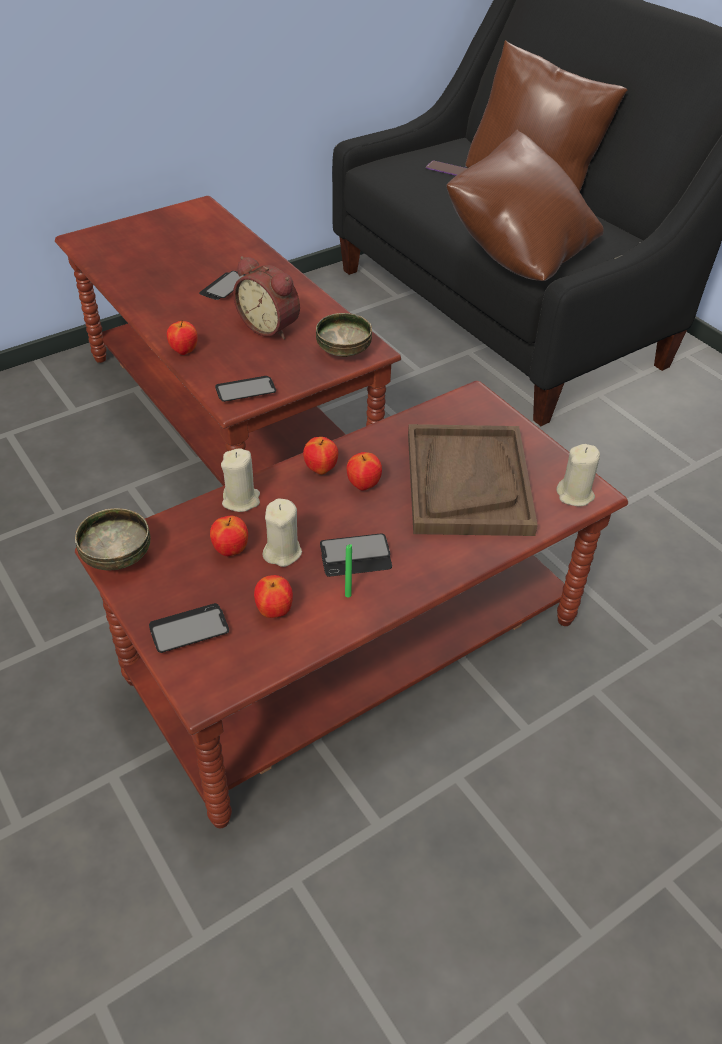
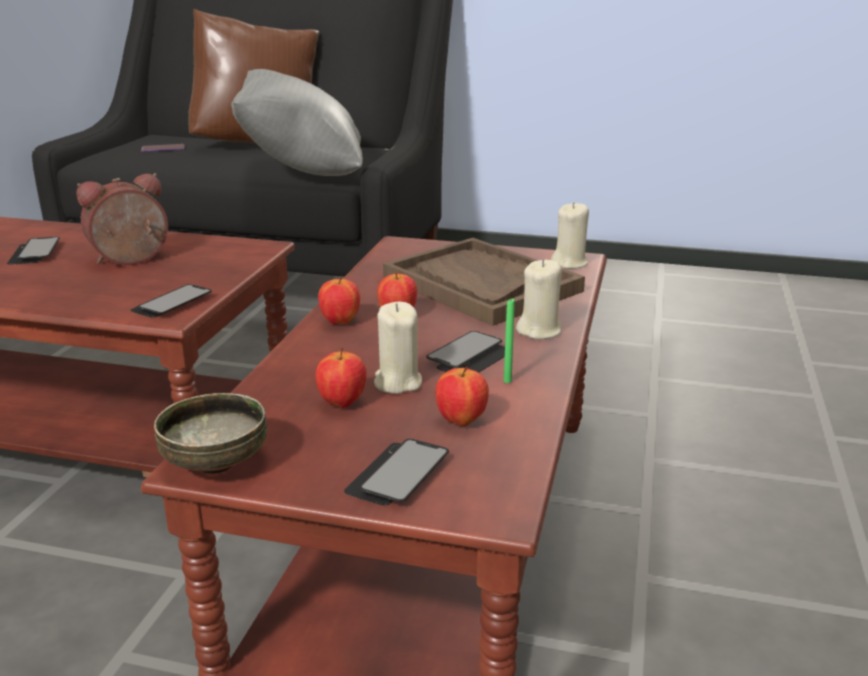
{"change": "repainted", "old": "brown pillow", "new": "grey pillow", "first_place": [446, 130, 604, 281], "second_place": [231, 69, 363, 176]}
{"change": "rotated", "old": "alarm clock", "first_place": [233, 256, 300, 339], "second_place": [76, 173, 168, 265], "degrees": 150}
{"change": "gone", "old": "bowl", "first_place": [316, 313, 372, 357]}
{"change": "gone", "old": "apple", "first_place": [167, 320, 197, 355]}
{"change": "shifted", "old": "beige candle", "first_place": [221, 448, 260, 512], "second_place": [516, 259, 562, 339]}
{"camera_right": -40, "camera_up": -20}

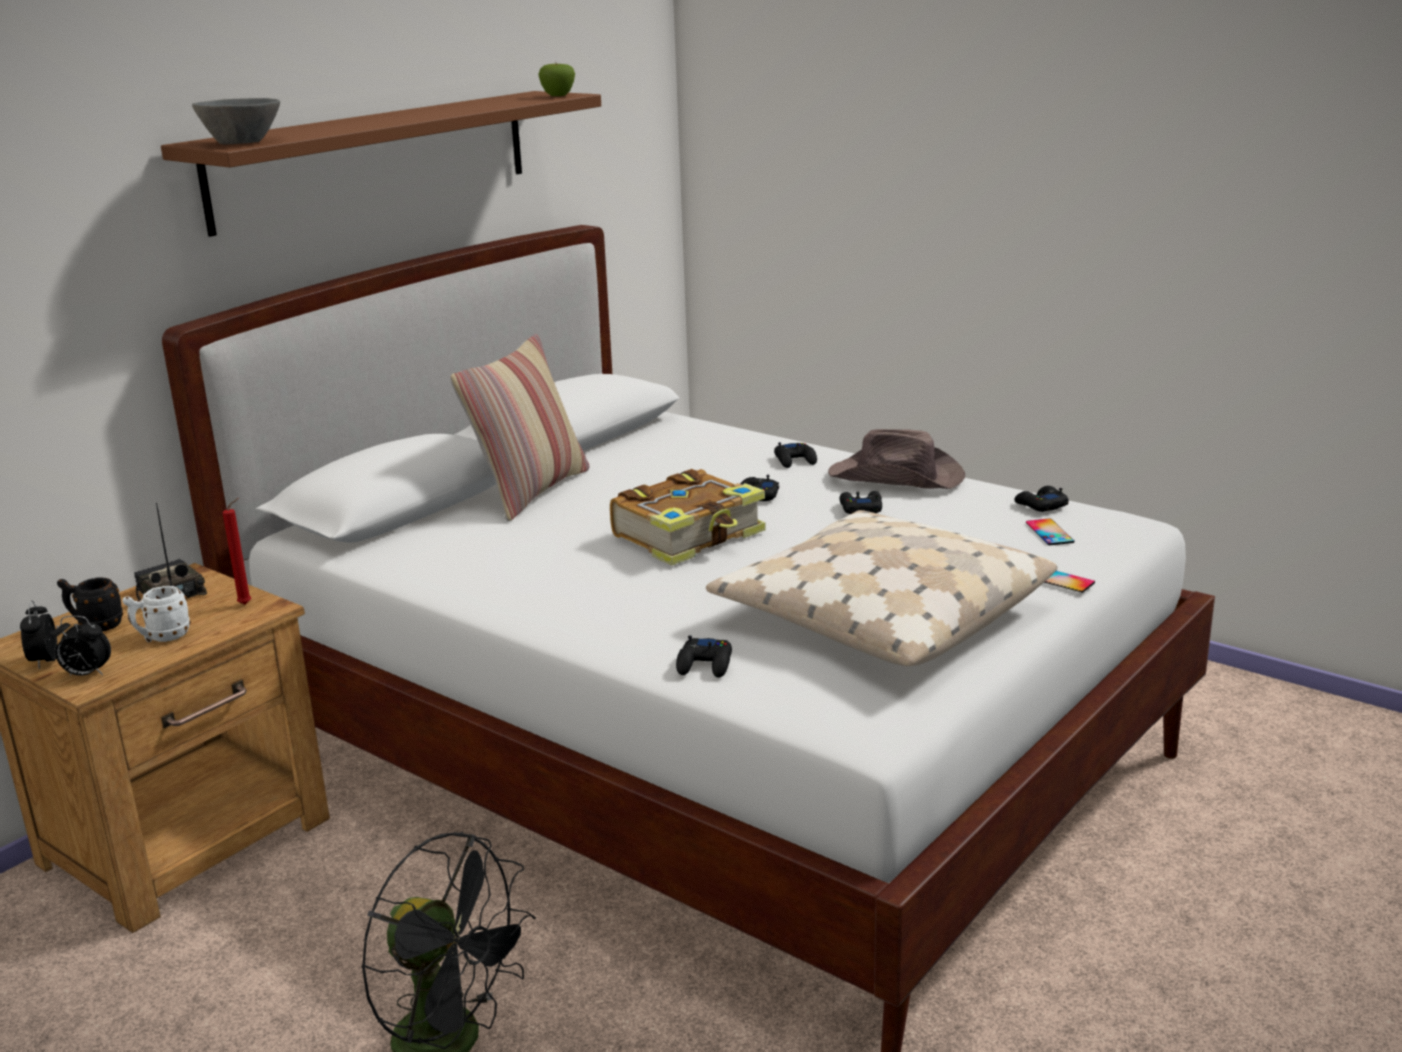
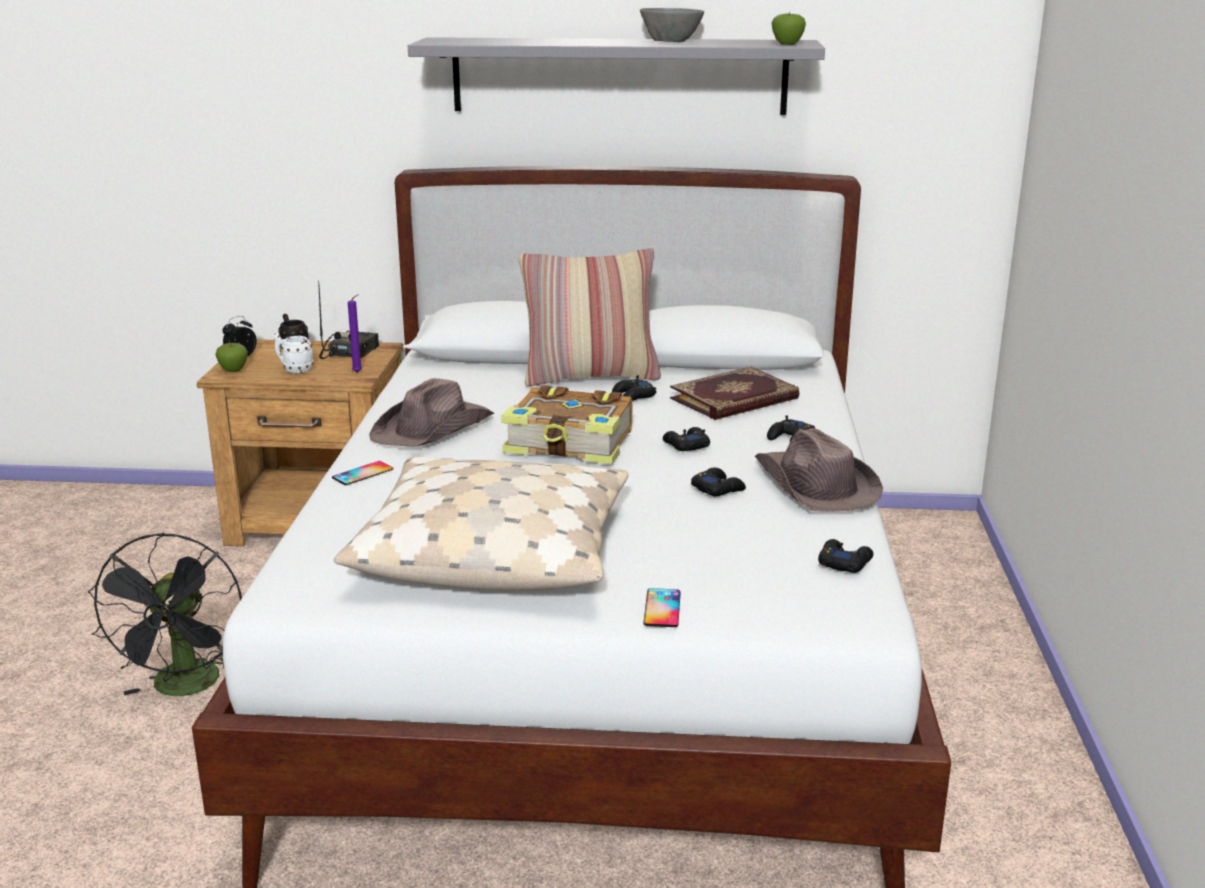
{"change": "repainted", "old": "brown shelf", "new": "grey shelf", "first_place": [161, 91, 601, 237], "second_place": [408, 37, 825, 115]}
{"change": "shifted", "old": "grey bowl", "first_place": [192, 98, 280, 145], "second_place": [640, 8, 704, 42]}
{"change": "repainted", "old": "red candle", "new": "purple candle", "first_place": [223, 498, 251, 605], "second_place": [348, 294, 362, 373]}
{"change": "shifted", "old": "phone", "first_place": [1026, 518, 1075, 545], "second_place": [332, 461, 393, 485]}
{"change": "swapped", "old": "alarm clock", "new": "apple", "first_place": [52, 616, 111, 676], "second_place": [215, 343, 248, 372]}
{"change": "shifted", "old": "black game controller", "first_place": [676, 635, 732, 678], "second_place": [612, 375, 657, 401]}
{"change": "new", "new": "book", "second_place": [670, 367, 799, 420]}
{"change": "new", "new": "brown hat", "second_place": [369, 378, 494, 447]}
{"camera_right": 55, "camera_up": 0}

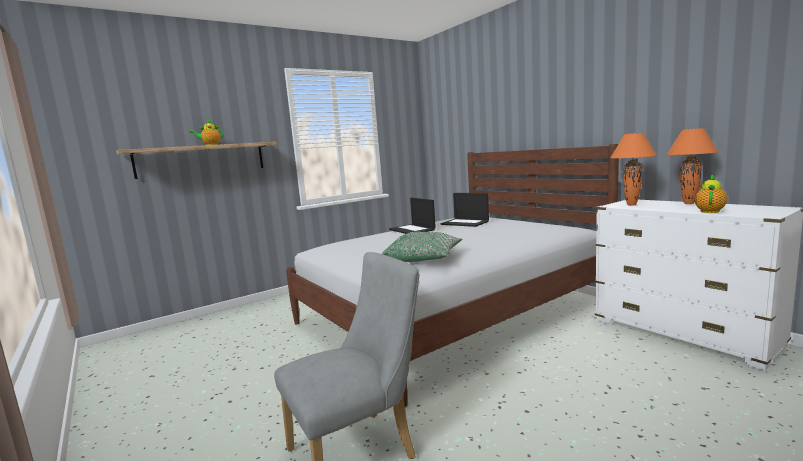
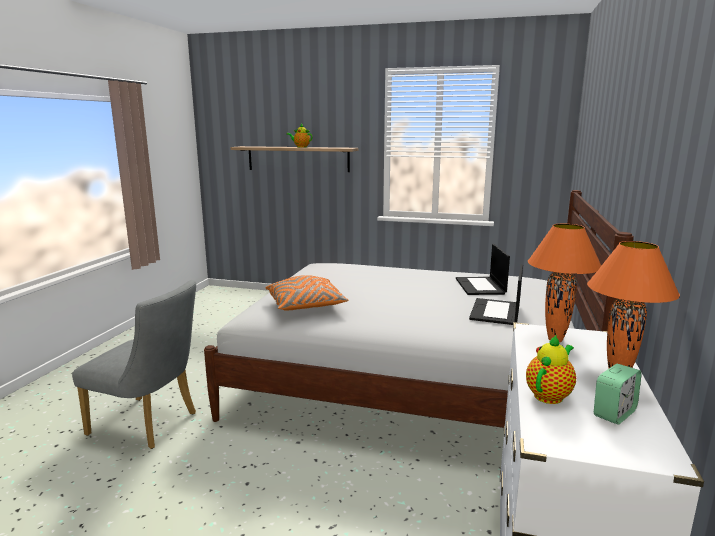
{"change": "rotated", "old": "teapot", "first_place": [695, 174, 727, 213], "second_place": [526, 334, 576, 404], "degrees": -45}
{"change": "shifted", "old": "laptop", "first_place": [389, 198, 436, 234], "second_place": [469, 264, 523, 325]}
{"change": "repainted", "old": "green pillow", "new": "orange pillow", "first_place": [382, 232, 463, 262], "second_place": [266, 275, 349, 311]}
{"change": "new", "new": "alarm clock", "second_place": [594, 364, 641, 425]}
{"camera_right": 50, "camera_up": 5}

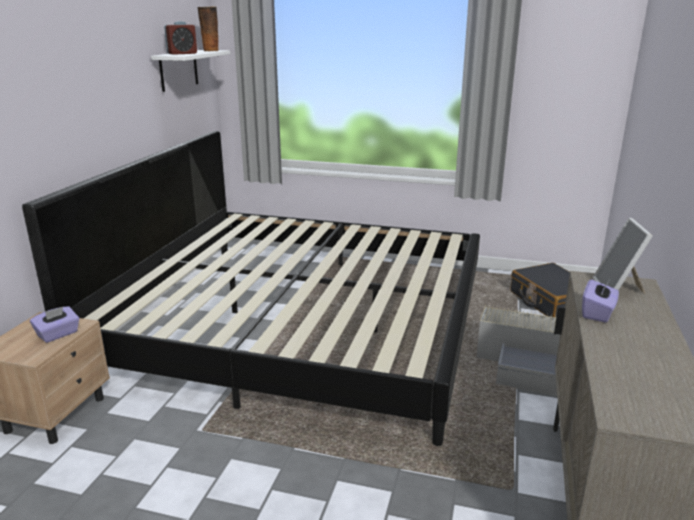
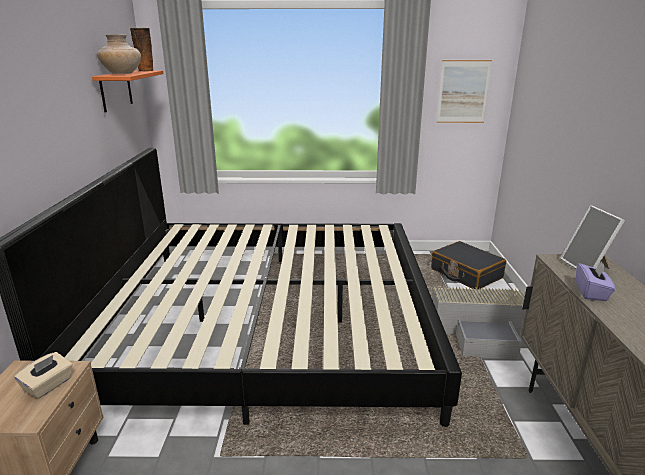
{"change": "swapped", "old": "alarm clock", "new": "beige vase", "first_place": [164, 21, 197, 55], "second_place": [97, 34, 141, 74]}
{"change": "repainted", "old": "white shelf", "new": "orange shelf", "first_place": [151, 50, 230, 92], "second_place": [92, 70, 163, 112]}
{"change": "repainted", "old": "purple tissue box", "new": "beige tissue box", "first_place": [30, 306, 80, 343], "second_place": [15, 352, 73, 399]}
{"change": "new", "new": "picture", "second_place": [437, 60, 492, 123]}
{"camera_right": -15, "camera_up": 0}

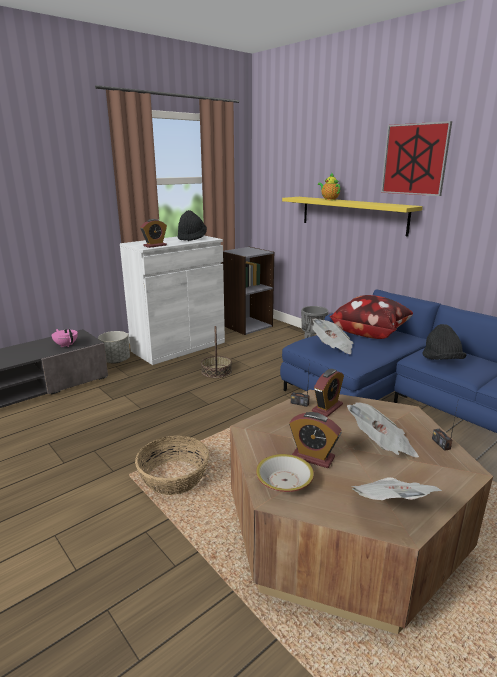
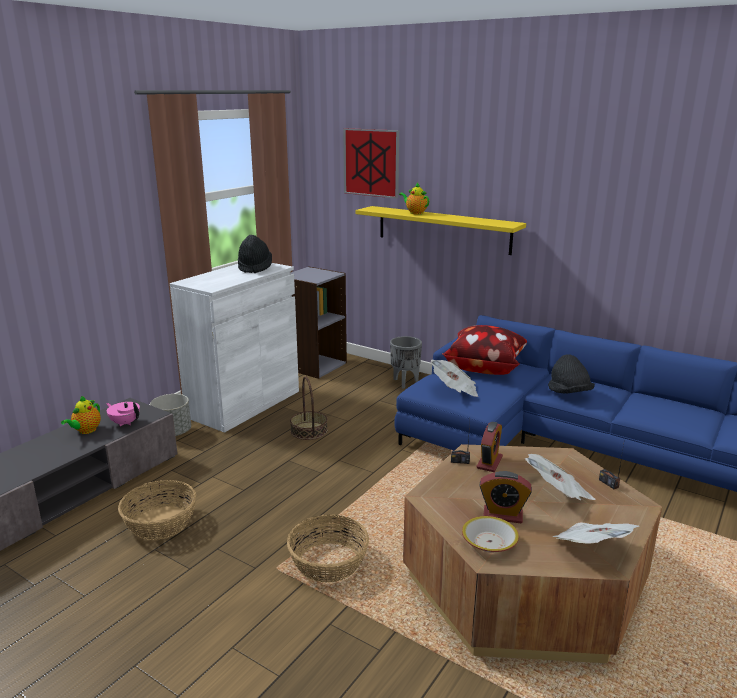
{"change": "shifted", "old": "picture", "first_place": [381, 121, 452, 196], "second_place": [343, 128, 399, 199]}
{"change": "gone", "old": "alarm clock", "first_place": [140, 219, 167, 248]}
{"change": "new", "new": "teapot", "second_place": [61, 396, 101, 434]}
{"change": "new", "new": "basket", "second_place": [118, 480, 196, 540]}
{"camera_right": -15, "camera_up": 0}

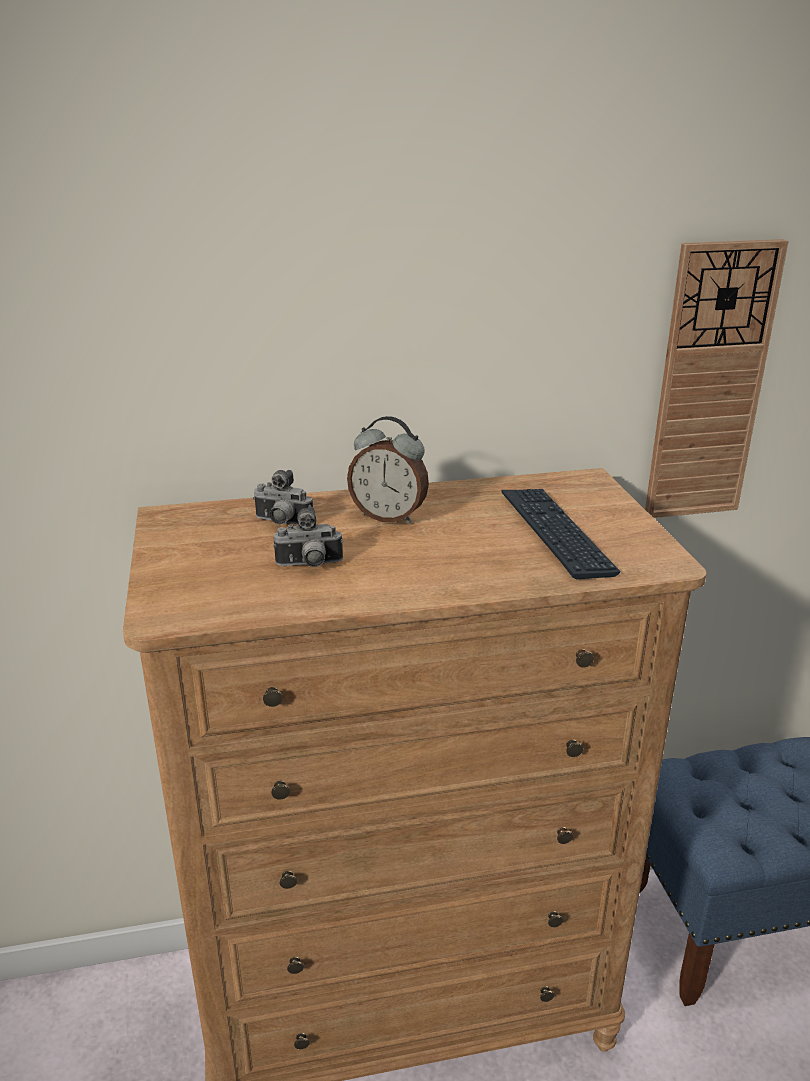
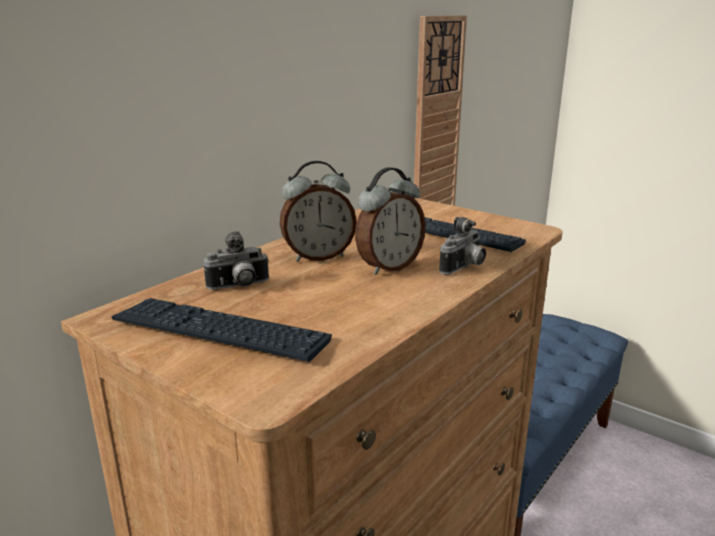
{"change": "shifted", "old": "photo camera", "first_place": [273, 507, 343, 567], "second_place": [439, 217, 486, 275]}
{"change": "new", "new": "alarm clock", "second_place": [355, 167, 426, 275]}
{"change": "new", "new": "keyboard", "second_place": [111, 298, 332, 362]}
{"camera_right": -40, "camera_up": -5}

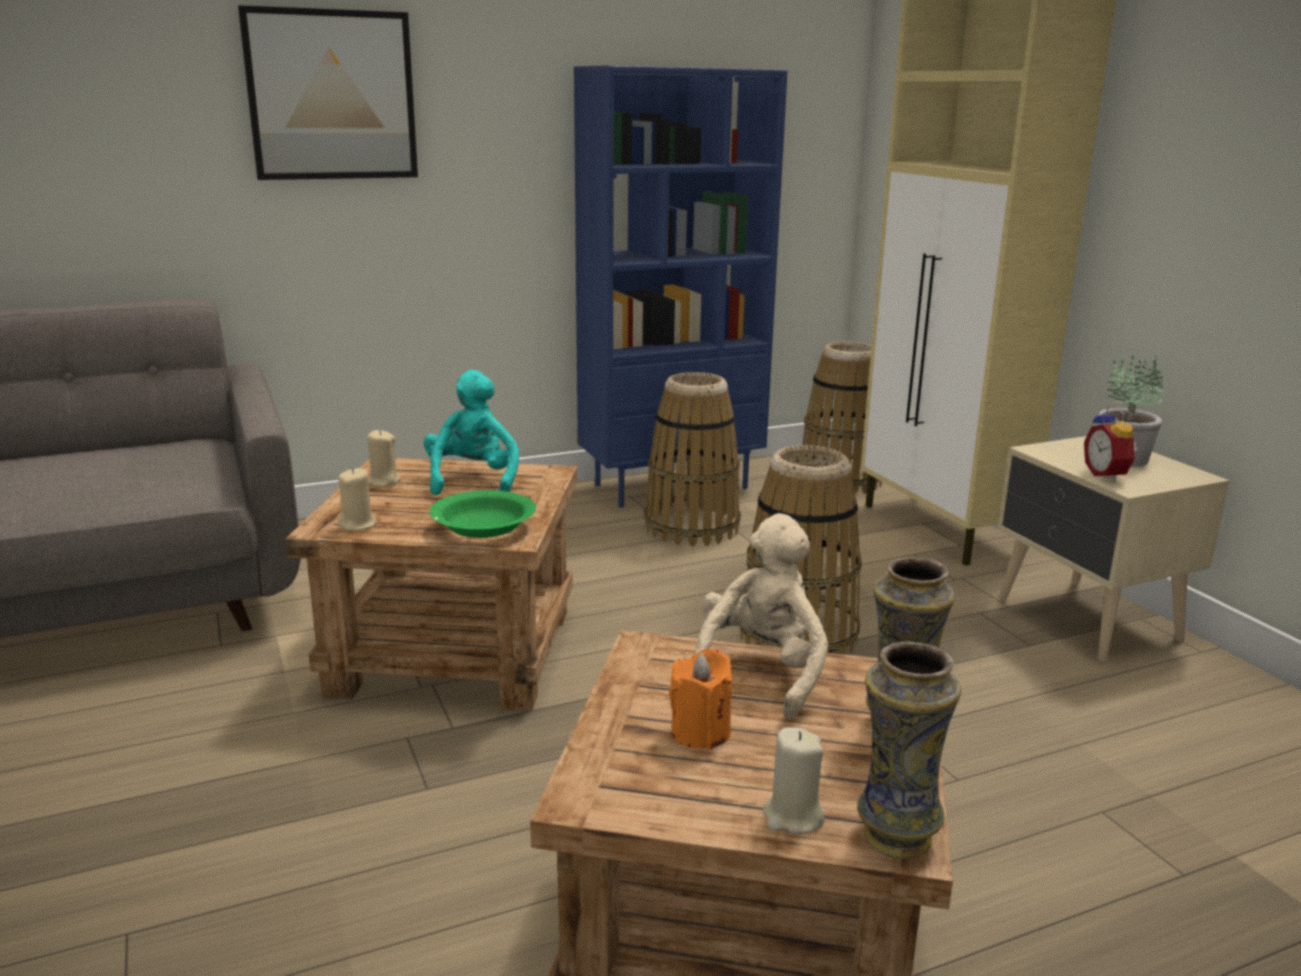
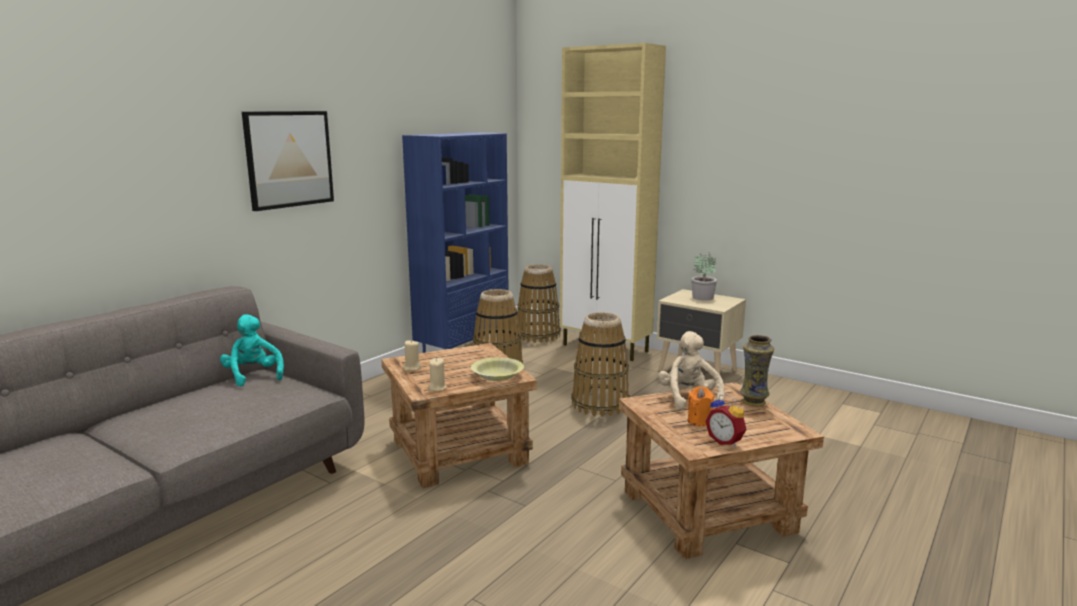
{"change": "shifted", "old": "turquoise plush toy", "first_place": [424, 370, 519, 495], "second_place": [220, 314, 284, 386]}
{"change": "shifted", "old": "alarm clock", "first_place": [1084, 406, 1138, 482], "second_place": [706, 395, 747, 447]}
{"change": "repainted", "old": "green bowl", "new": "yellow bowl", "first_place": [430, 490, 536, 538], "second_place": [471, 357, 524, 381]}
{"change": "gone", "old": "vase", "first_place": [857, 641, 961, 859]}
{"change": "gone", "old": "beige candle", "first_place": [763, 727, 825, 834]}
{"camera_right": -30, "camera_up": -5}

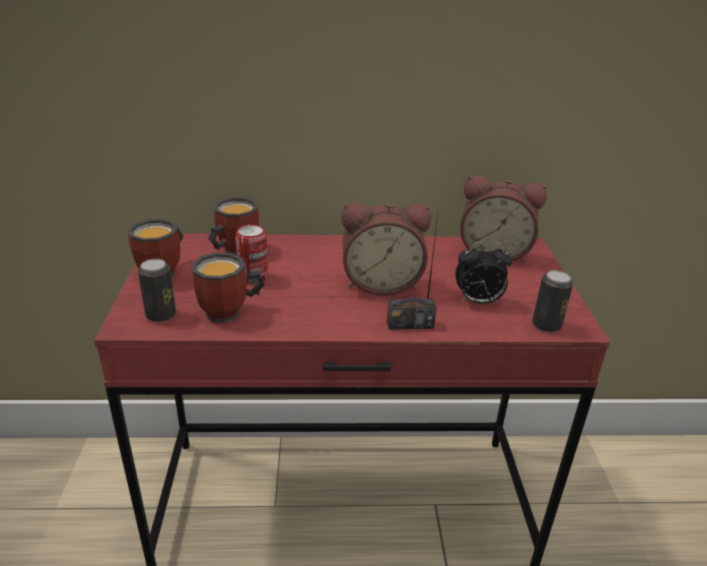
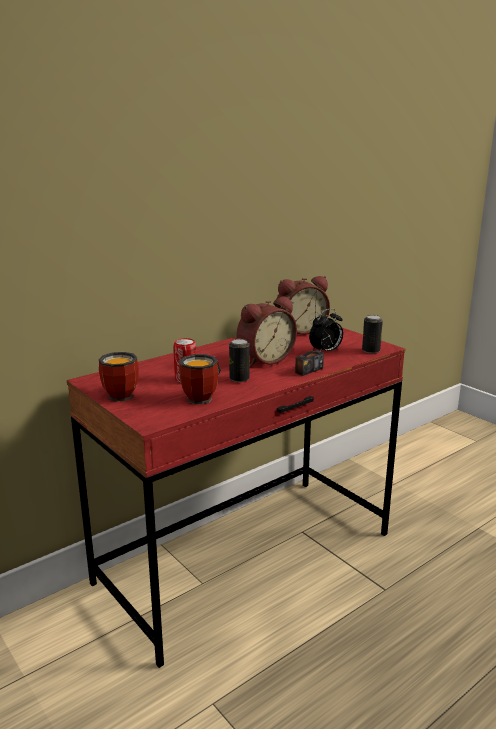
{"change": "gone", "old": "mug", "first_place": [208, 197, 259, 255]}
{"change": "shifted", "old": "can", "first_place": [138, 259, 176, 322], "second_place": [229, 339, 250, 382]}
{"camera_right": -35, "camera_up": -10}

